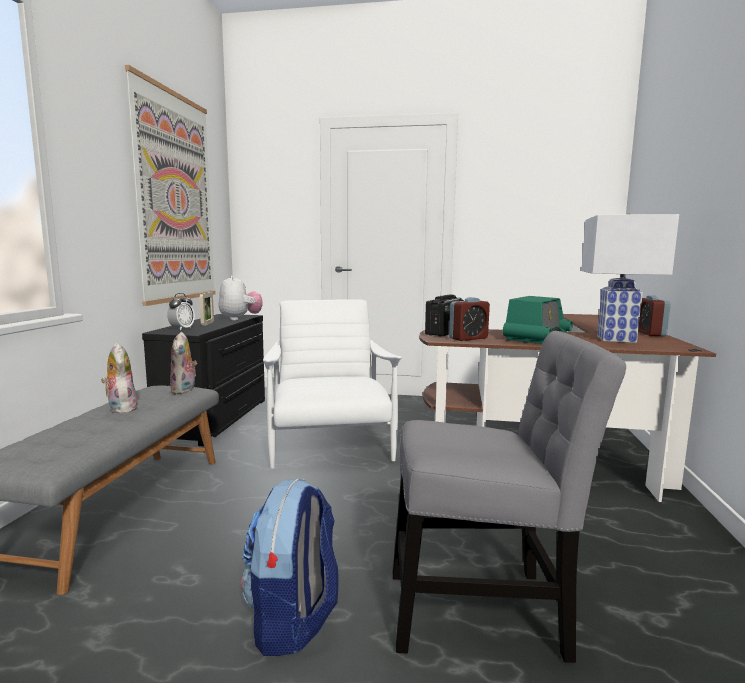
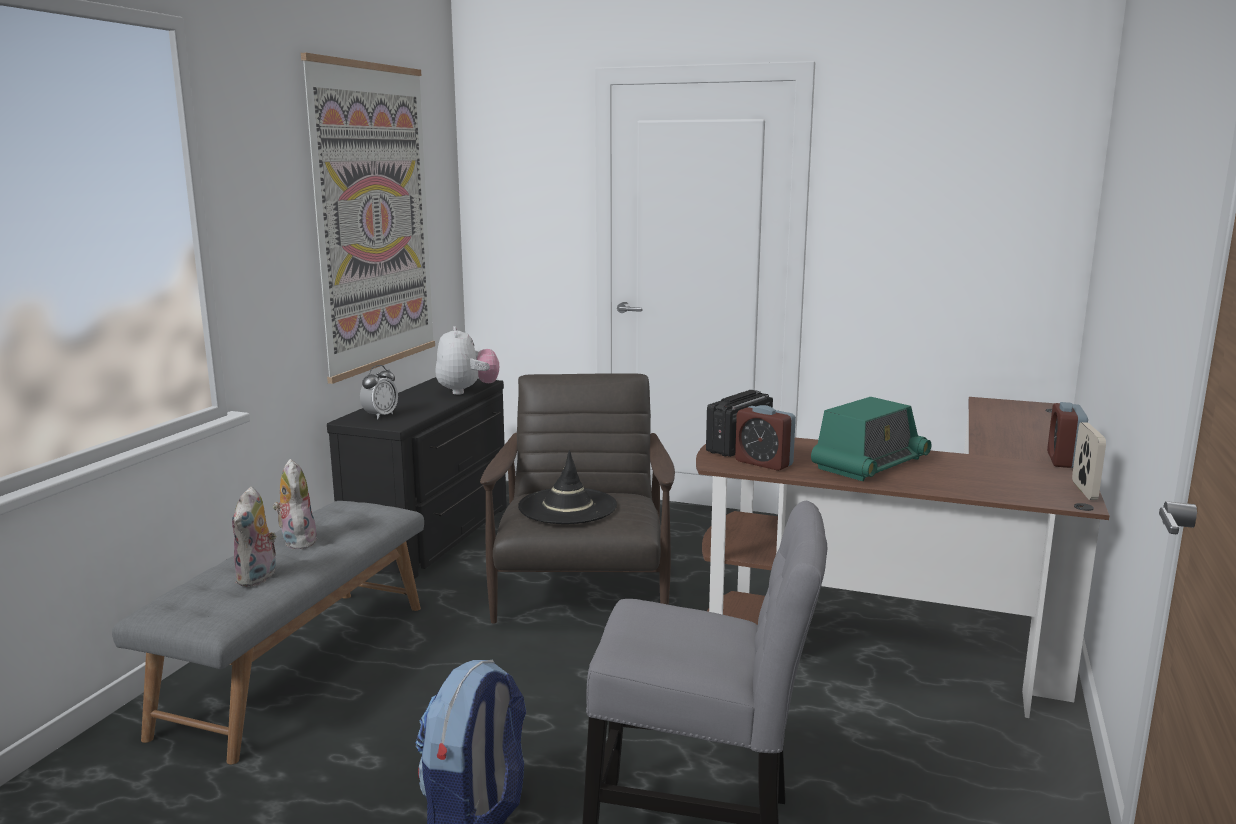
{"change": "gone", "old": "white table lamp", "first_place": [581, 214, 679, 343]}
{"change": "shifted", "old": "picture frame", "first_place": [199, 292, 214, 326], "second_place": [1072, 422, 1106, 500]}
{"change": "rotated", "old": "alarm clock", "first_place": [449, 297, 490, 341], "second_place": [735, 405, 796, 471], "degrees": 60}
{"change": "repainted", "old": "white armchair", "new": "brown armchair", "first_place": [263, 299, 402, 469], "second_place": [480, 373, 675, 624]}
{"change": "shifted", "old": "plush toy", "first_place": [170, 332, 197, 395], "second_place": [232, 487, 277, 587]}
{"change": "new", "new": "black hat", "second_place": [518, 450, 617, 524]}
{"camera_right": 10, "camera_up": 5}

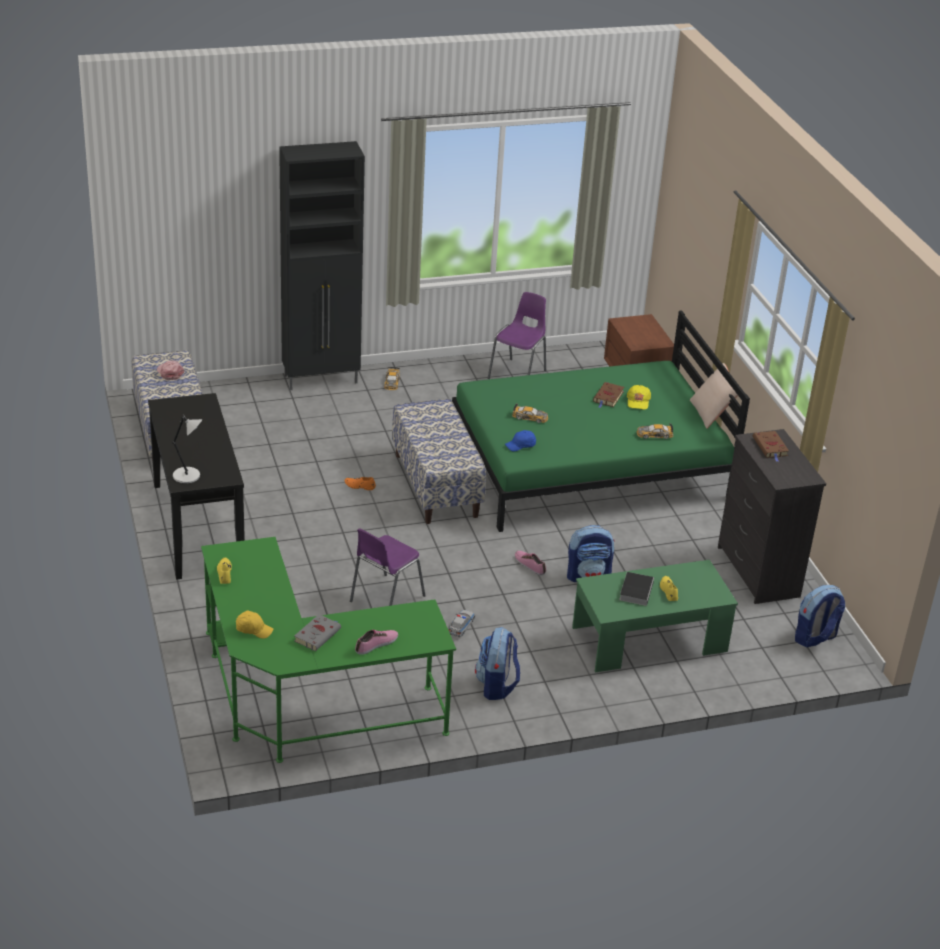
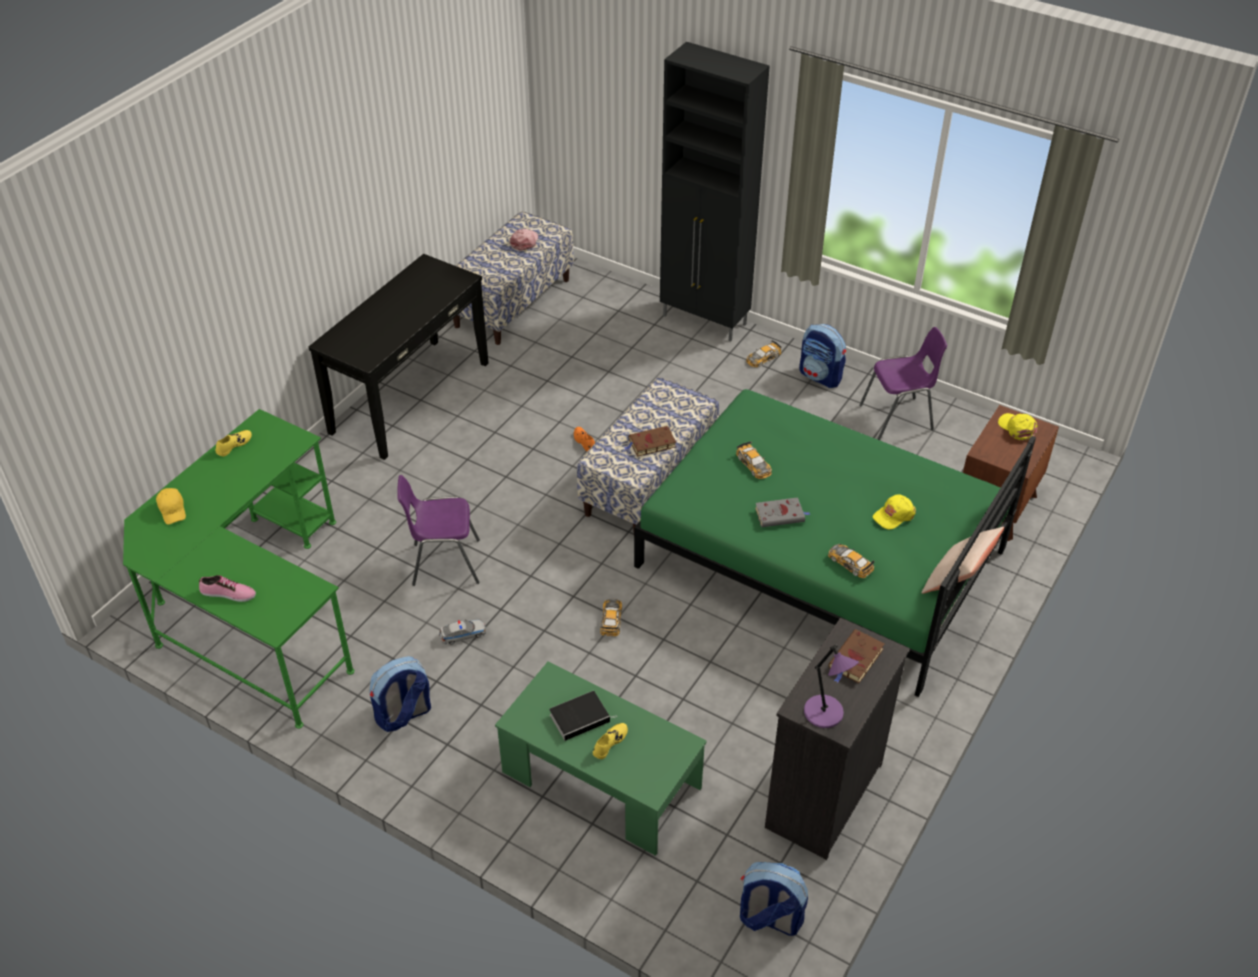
{"change": "shifted", "old": "brown book", "first_place": [593, 382, 624, 408], "second_place": [624, 426, 676, 456]}
{"change": "gone", "old": "grey table lamp", "first_place": [172, 415, 202, 484]}
{"change": "gone", "old": "blue cap", "first_place": [505, 430, 536, 452]}
{"change": "shifted", "old": "backpack", "first_place": [567, 525, 615, 582], "second_place": [799, 324, 846, 388]}
{"change": "swapped", "old": "shoe", "new": "toy car", "first_place": [515, 551, 546, 575], "second_place": [600, 599, 622, 636]}
{"change": "shifted", "old": "grey book", "first_place": [295, 614, 341, 651], "second_place": [755, 497, 811, 527]}
{"change": "new", "new": "yellow cap", "second_place": [998, 413, 1038, 441]}
{"change": "new", "new": "purple table lamp", "second_place": [804, 645, 859, 728]}
{"camera_right": 50, "camera_up": 10}

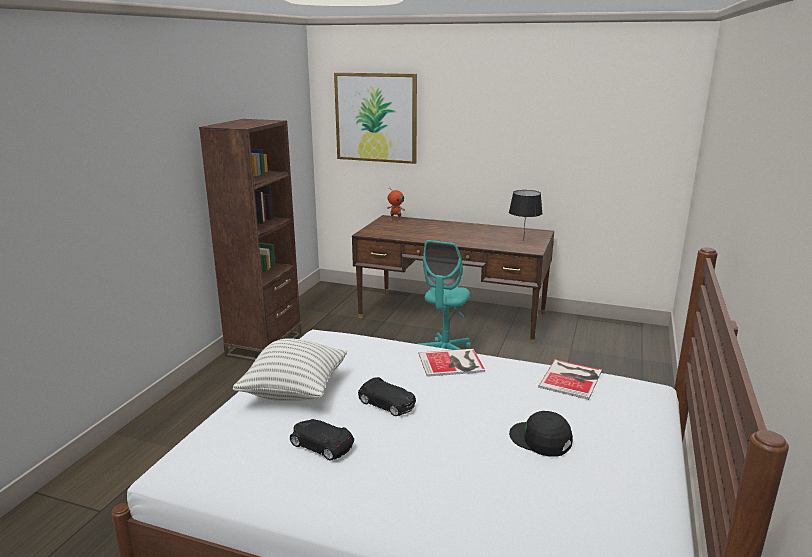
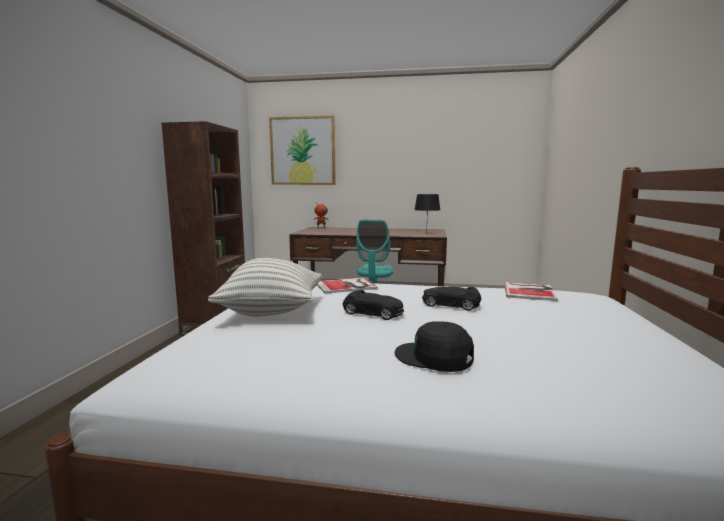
{"change": "shifted", "old": "book", "first_place": [419, 349, 485, 377], "second_place": [317, 278, 378, 293]}
{"change": "shifted", "old": "black cap", "first_place": [509, 411, 573, 457], "second_place": [395, 321, 474, 372]}
{"change": "shifted", "old": "black toy car", "first_place": [290, 419, 354, 461], "second_place": [422, 287, 481, 311]}
{"camera_right": -10, "camera_up": -10}

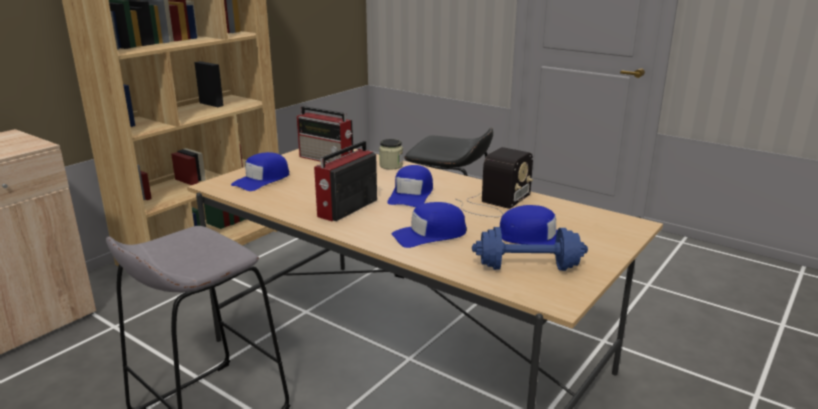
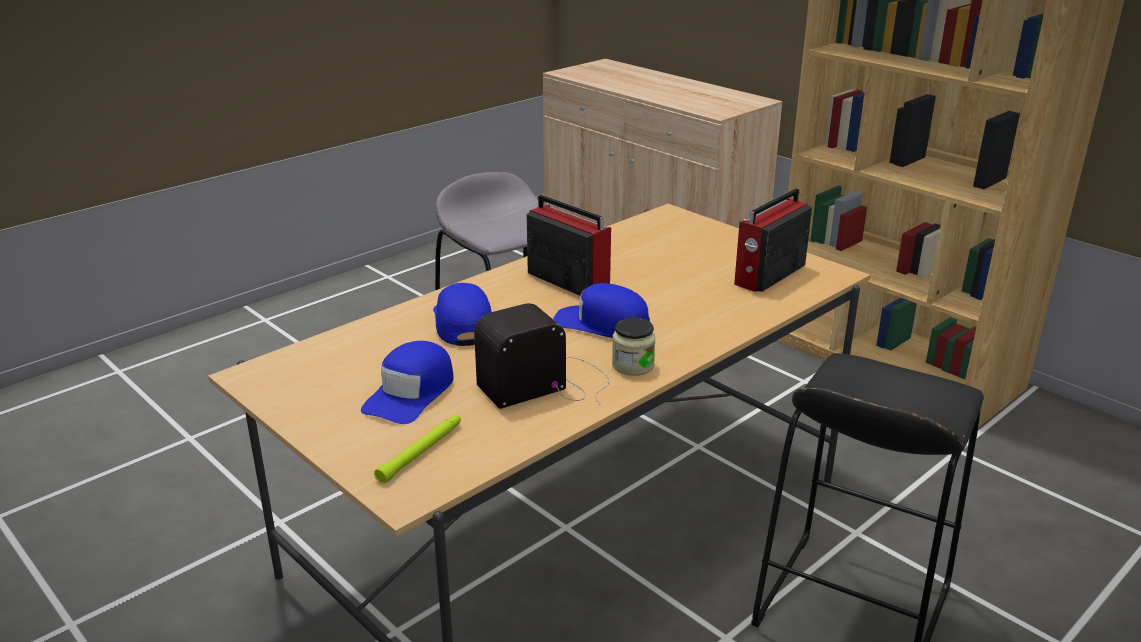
{"change": "shifted", "old": "jar", "first_place": [379, 139, 403, 170], "second_place": [612, 317, 656, 376]}
{"change": "rotated", "old": "radio", "first_place": [456, 147, 533, 217], "second_place": [474, 303, 609, 409], "degrees": 105}
{"change": "gone", "old": "blue cap", "first_place": [231, 152, 289, 191]}
{"change": "gone", "old": "blue dumbbell", "first_place": [472, 227, 588, 271]}
{"change": "new", "new": "green flashlight", "second_place": [374, 415, 461, 484]}
{"camera_right": 100, "camera_up": 5}

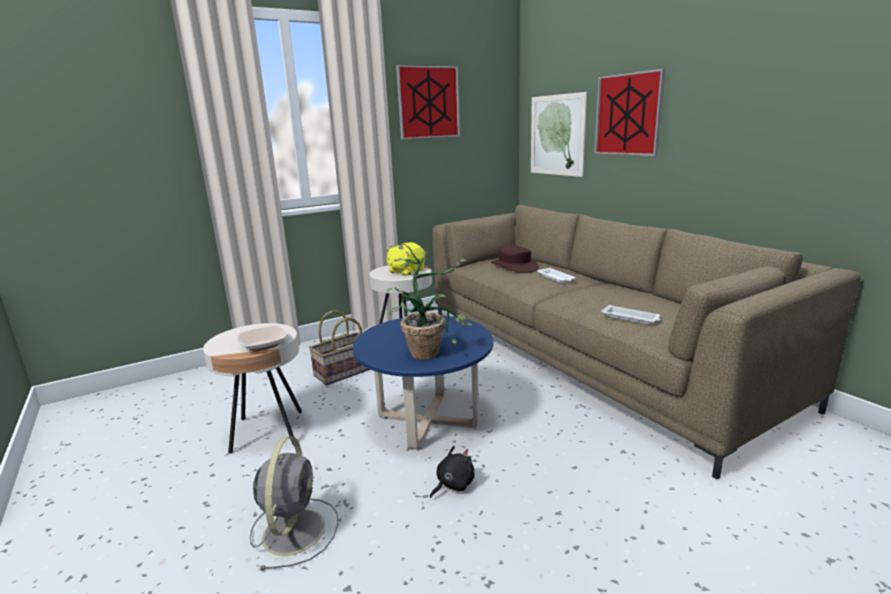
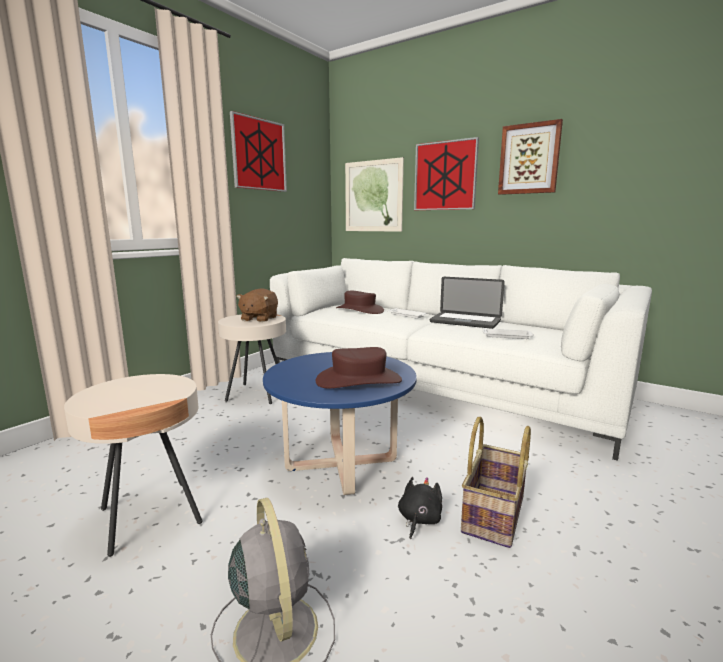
{"change": "repainted", "old": "brown sofa", "new": "white sofa", "first_place": [432, 205, 861, 479], "second_place": [270, 258, 652, 461]}
{"change": "repainted", "old": "yellow plush toy", "new": "brown plush toy", "first_place": [386, 242, 426, 276], "second_place": [237, 288, 278, 322]}
{"change": "swapped", "old": "potted plant", "new": "brown hat", "first_place": [386, 244, 472, 360], "second_place": [316, 347, 402, 388]}
{"change": "shifted", "old": "basket", "first_place": [309, 310, 370, 386], "second_place": [461, 417, 531, 548]}
{"change": "gone", "old": "bowl", "first_place": [237, 325, 286, 352]}
{"change": "new", "new": "picture", "second_place": [498, 119, 563, 195]}
{"change": "new", "new": "laptop", "second_place": [430, 277, 505, 329]}
{"camera_right": -25, "camera_up": -5}

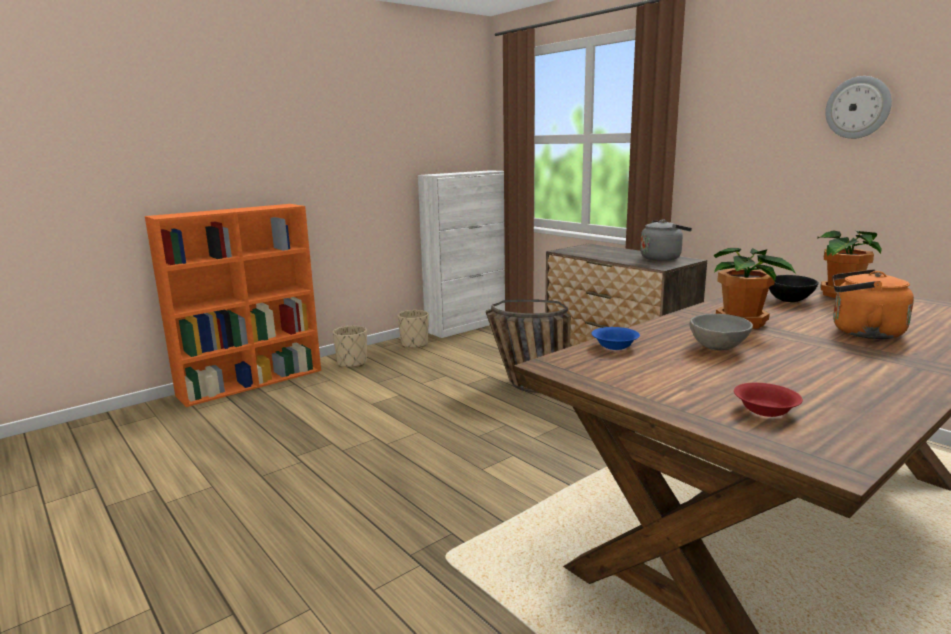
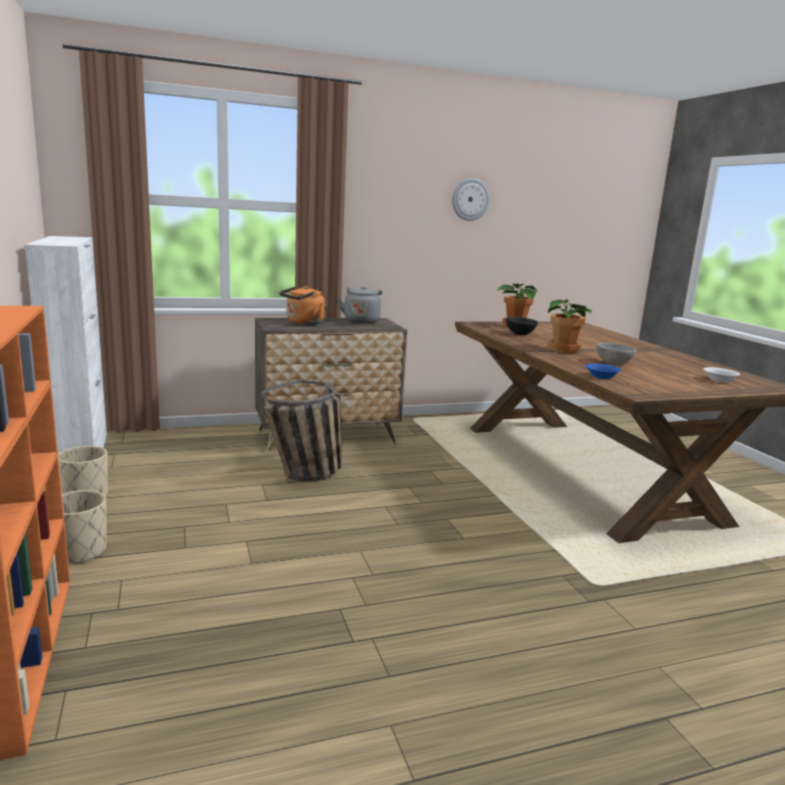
{"change": "shifted", "old": "orange kettle", "first_place": [832, 269, 914, 339], "second_place": [279, 286, 325, 325]}
{"change": "repainted", "old": "red bowl", "new": "white bowl", "first_place": [734, 383, 803, 417], "second_place": [703, 367, 740, 382]}
{"camera_right": -70, "camera_up": 0}

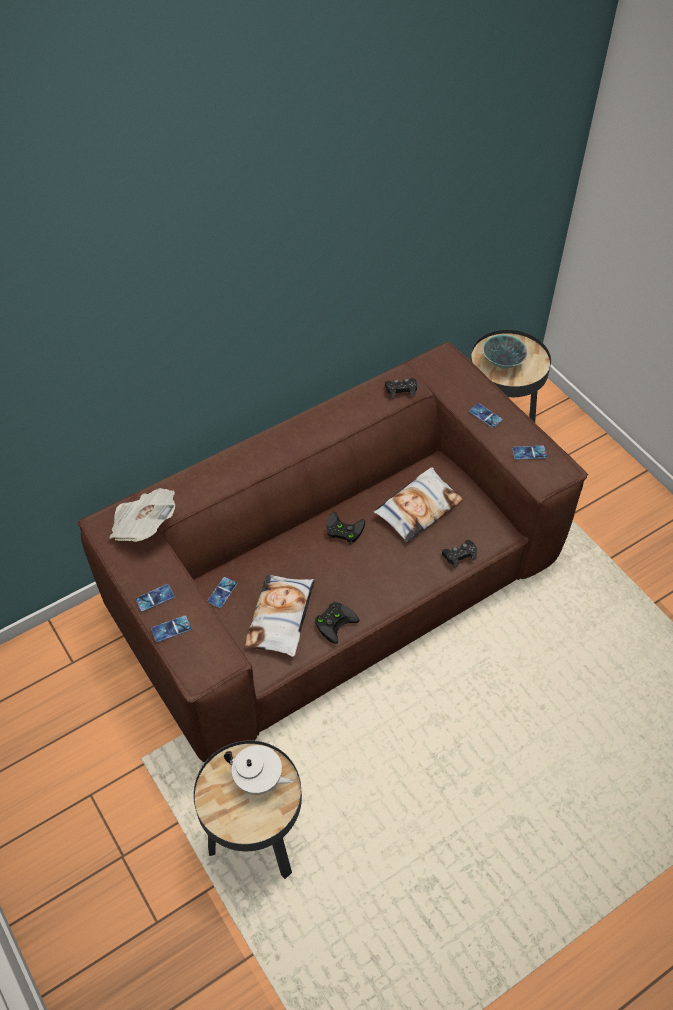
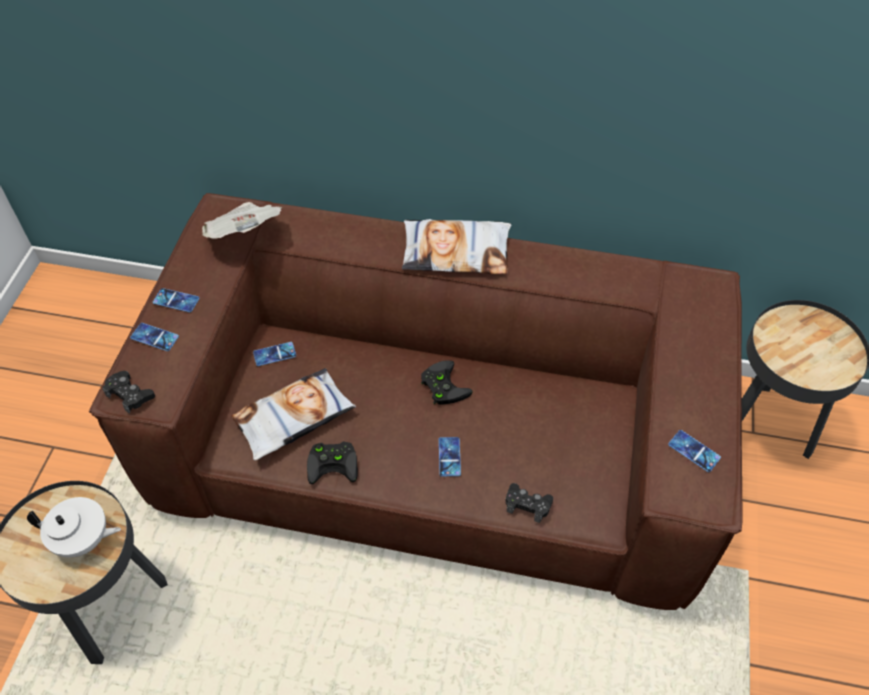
{"change": "gone", "old": "bowl", "first_place": [483, 334, 528, 369]}
{"change": "shifted", "old": "black game controller", "first_place": [385, 378, 417, 399], "second_place": [103, 371, 155, 414]}
{"change": "shifted", "old": "phone", "first_place": [469, 403, 503, 428], "second_place": [439, 437, 461, 476]}
{"change": "shifted", "old": "pillow", "first_place": [374, 467, 463, 542], "second_place": [402, 219, 511, 274]}
{"change": "rotated", "old": "white teapot", "first_place": [224, 745, 293, 795], "second_place": [27, 497, 121, 558], "degrees": -60}
{"camera_right": 45, "camera_up": 0}

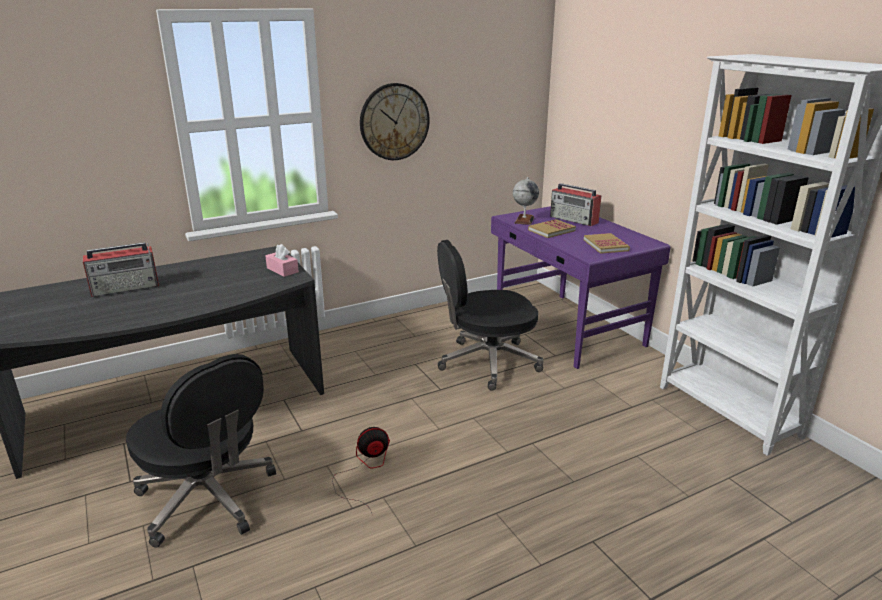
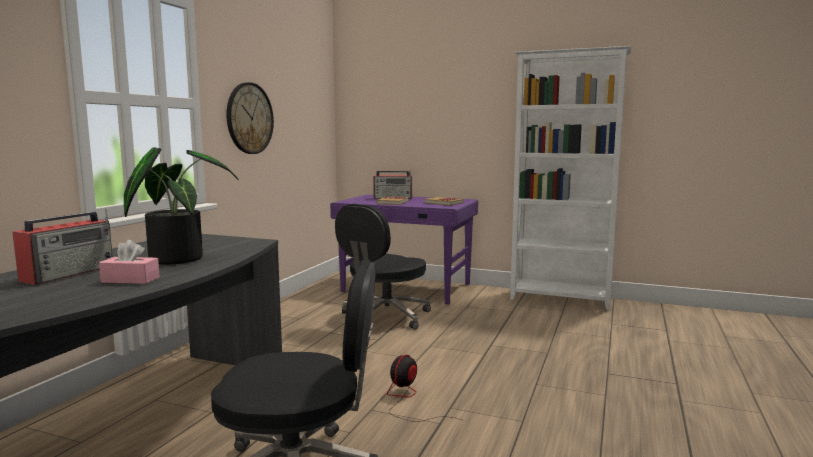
{"change": "gone", "old": "globe", "first_place": [513, 177, 539, 225]}
{"change": "shifted", "old": "pink tissue box", "first_place": [265, 244, 299, 277], "second_place": [99, 240, 160, 284]}
{"change": "new", "new": "potted plant", "second_place": [124, 147, 238, 264]}
{"camera_right": -40, "camera_up": -15}

